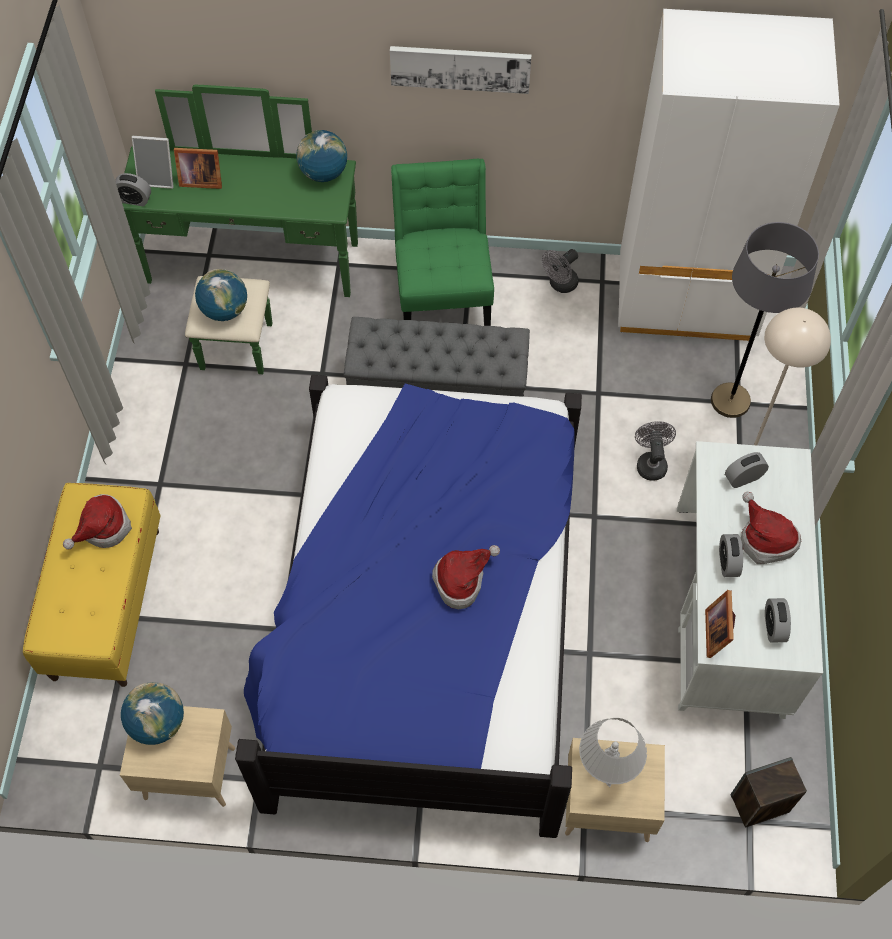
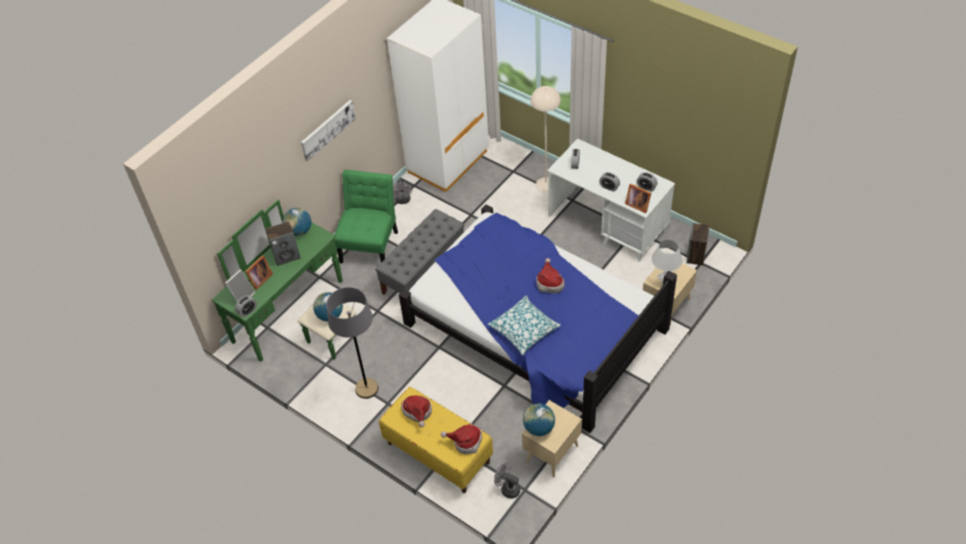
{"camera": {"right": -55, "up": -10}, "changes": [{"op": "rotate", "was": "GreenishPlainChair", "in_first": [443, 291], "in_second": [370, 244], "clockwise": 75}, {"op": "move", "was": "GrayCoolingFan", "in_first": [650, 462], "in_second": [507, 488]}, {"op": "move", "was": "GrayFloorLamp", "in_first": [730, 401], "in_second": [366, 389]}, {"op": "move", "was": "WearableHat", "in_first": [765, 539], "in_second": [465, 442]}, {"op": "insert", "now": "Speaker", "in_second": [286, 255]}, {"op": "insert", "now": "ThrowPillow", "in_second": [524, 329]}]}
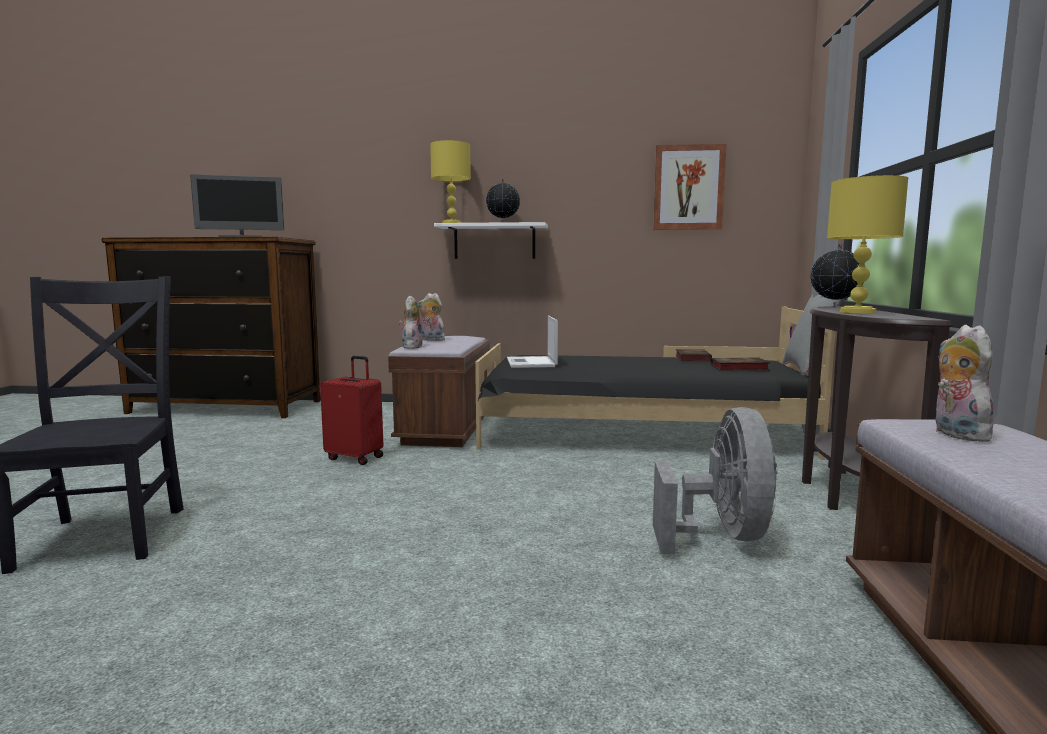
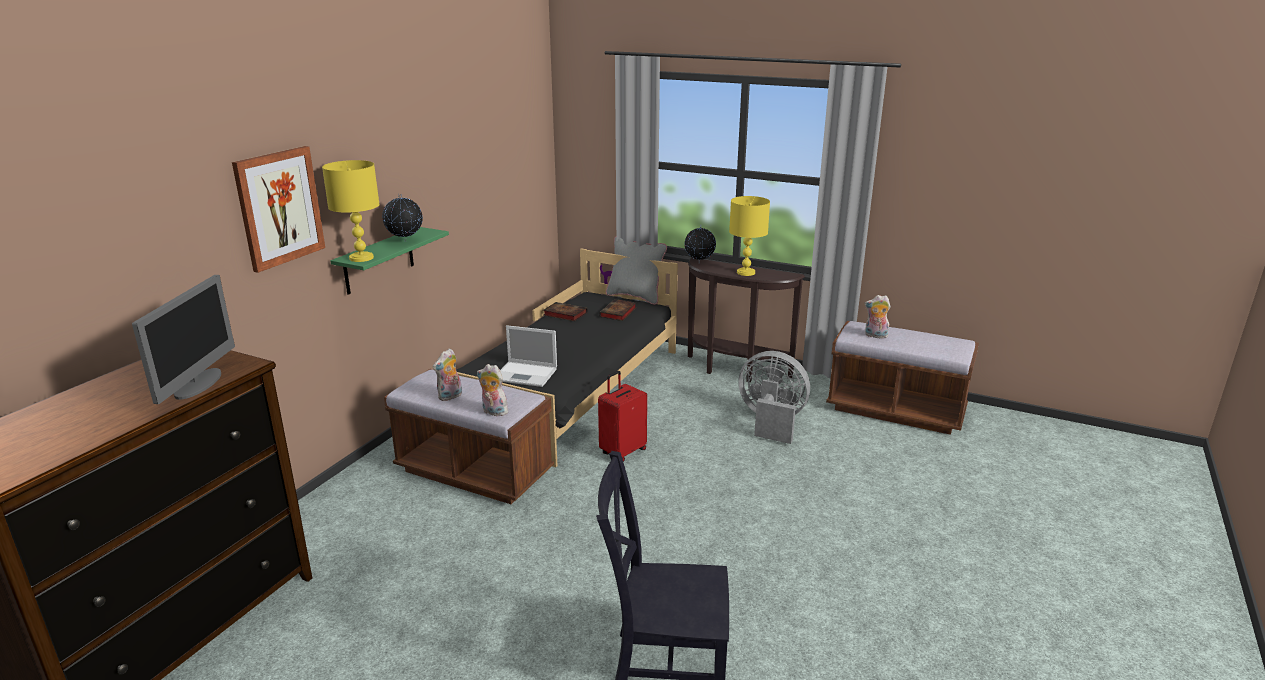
{"camera": {"right": -70, "up": 15}, "changes": [{"op": "move", "was": "RedColouredPieceOfLuggage", "in_first": [355, 458], "in_second": [622, 451]}, {"op": "recolor", "was": "WhiteBracketShelf", "now": "GreenishBracketShelf", "in_first": [494, 242], "in_second": [379, 260]}, {"op": "move", "was": "WallPicture", "in_first": [688, 188], "in_second": [279, 207]}]}
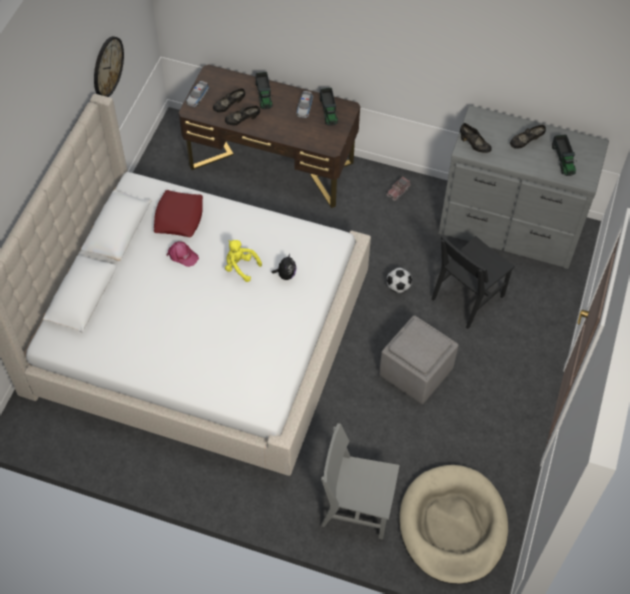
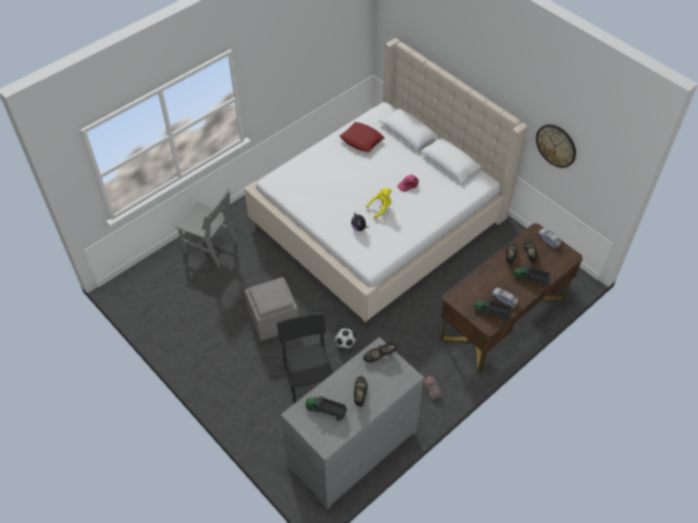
{"camera": {"right": 120, "up": -5}, "changes": [{"op": "move", "was": "RedColouredThrowPillow", "in_first": [179, 217], "in_second": [361, 140]}, {"op": "rotate", "was": "GrayPlainChair", "in_first": [357, 507], "in_second": [210, 247], "clockwise": 75}, {"op": "delete", "was": "BeigeColouredDogCushion", "in_first": [452, 526]}]}
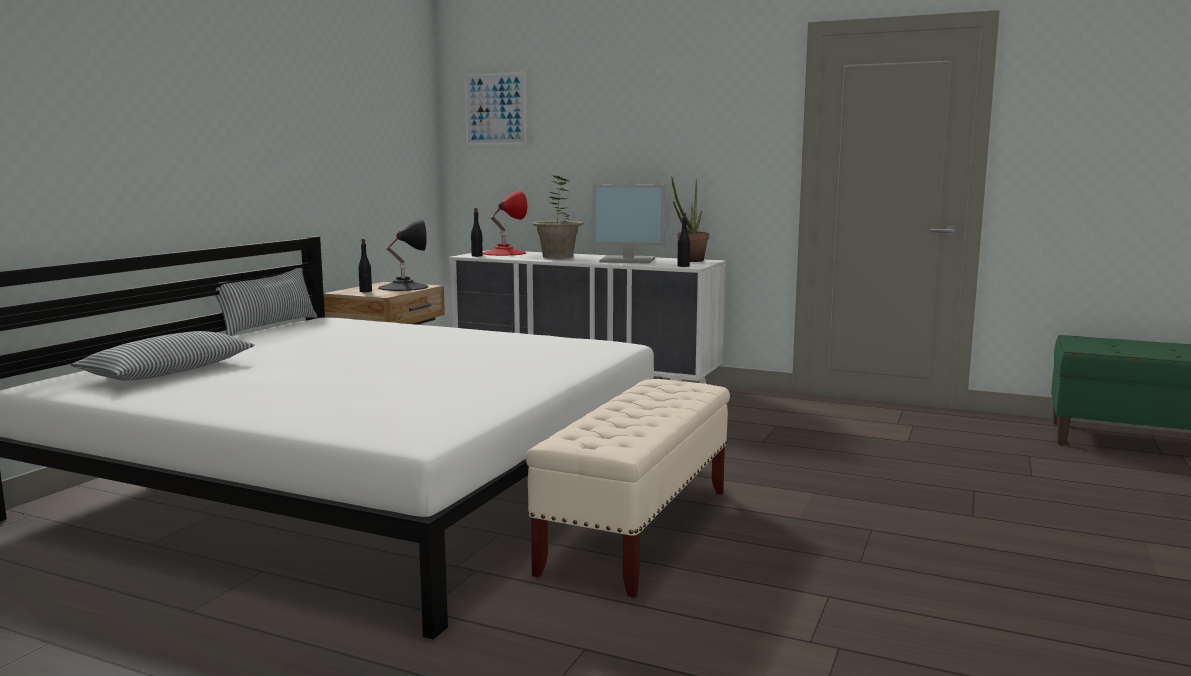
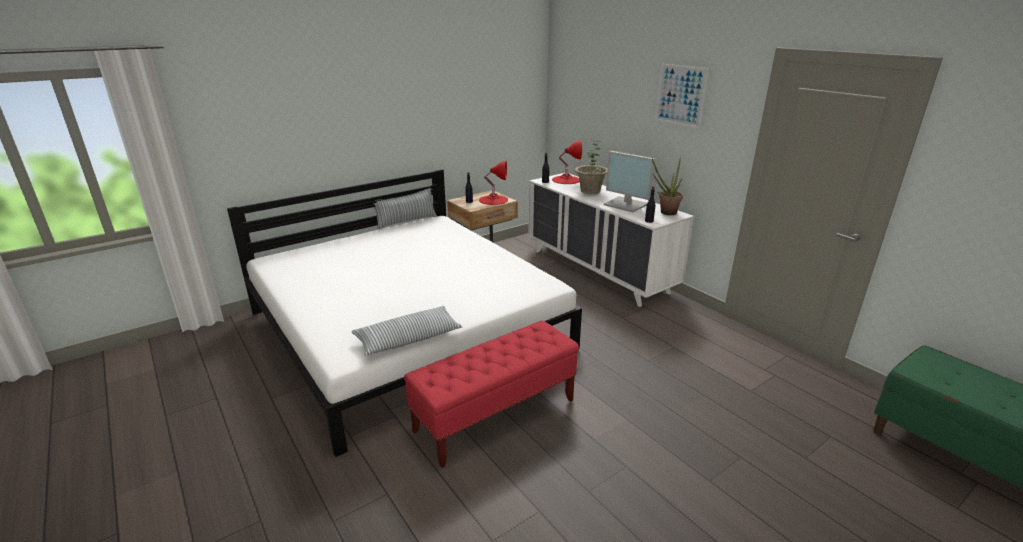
{"camera": {"right": 30, "up": 15}, "changes": [{"op": "move", "was": "ThrowPillow", "in_first": [169, 372], "in_second": [408, 338]}, {"op": "recolor", "was": "BlackishLampForATable", "now": "RedColouredLampForATable", "in_first": [403, 287], "in_second": [493, 200]}, {"op": "move", "was": "WallPicture", "in_first": [495, 109], "in_second": [680, 95]}, {"op": "recolor", "was": "BeigeColouredIndoorBench", "now": "RedColouredIndoorBench", "in_first": [638, 530], "in_second": [496, 415]}]}
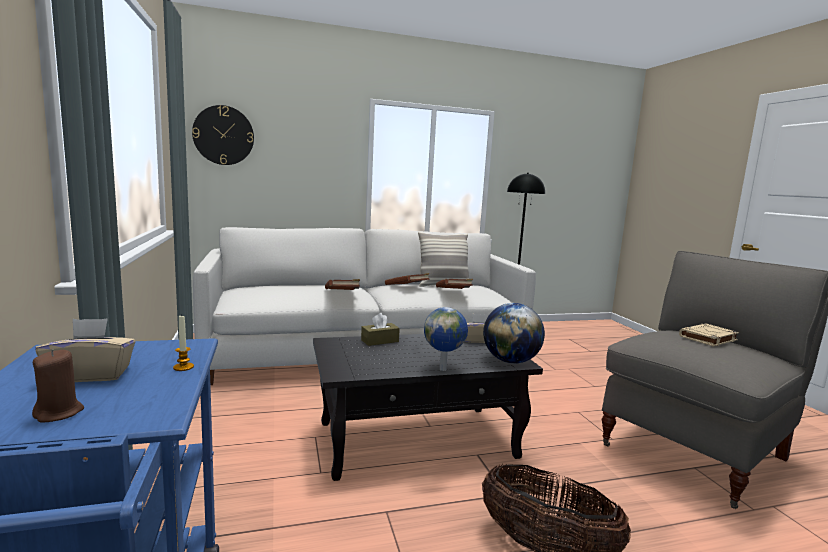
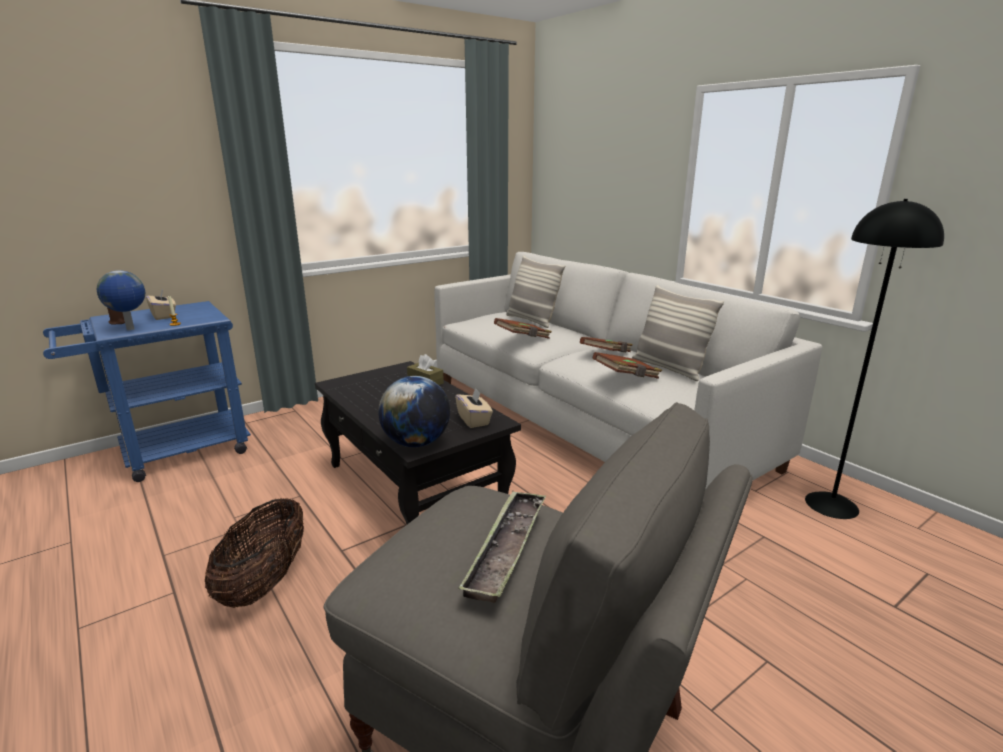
{"camera": {"right": 70, "up": 10}, "changes": [{"op": "delete", "was": "ClockOnTheWall", "in_first": [223, 135]}, {"op": "move", "was": "WorldGlobe", "in_first": [443, 369], "in_second": [130, 329]}, {"op": "replace", "was": "BeigeColouredVolume", "now": "CarryingTray", "in_first": [708, 338], "in_second": [506, 548]}, {"op": "insert", "now": "ThrowPillow", "in_second": [532, 320]}]}
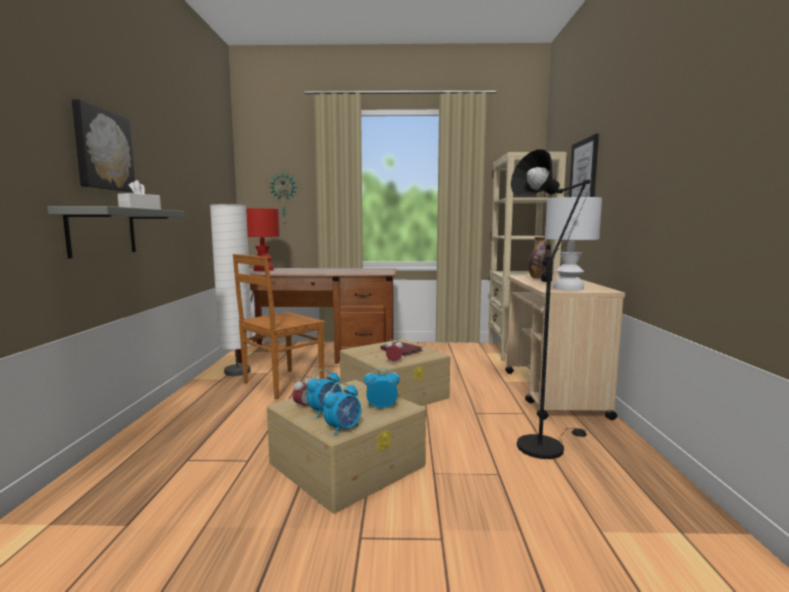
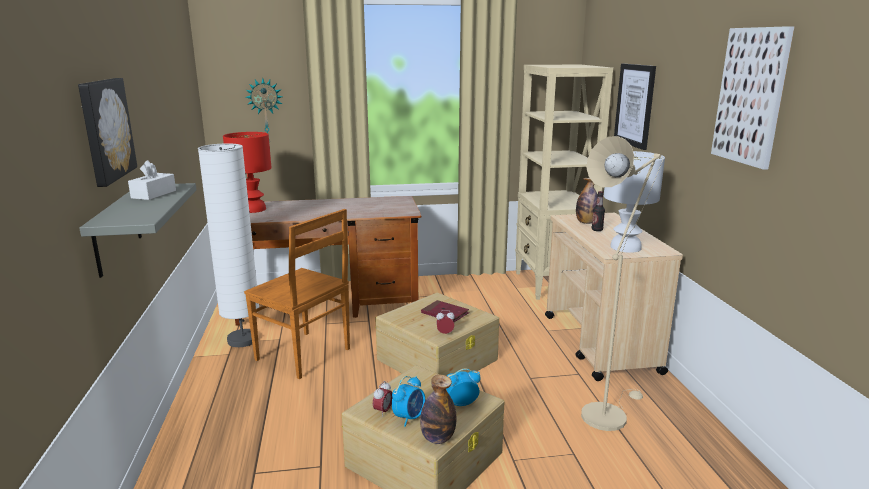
{"camera": {"right": -10, "up": 10}, "changes": [{"op": "rotate", "was": "BrownPlainChair", "in_first": [281, 384], "in_second": [305, 355], "clockwise": -90}, {"op": "replace", "was": "TableClock", "now": "Bottle", "in_first": [343, 428], "in_second": [437, 438]}, {"op": "recolor", "was": "BlackishFloorLamp", "now": "BeigeColouredFloorLamp", "in_first": [544, 444], "in_second": [607, 413]}, {"op": "insert", "now": "WallPicture", "in_second": [750, 96]}]}
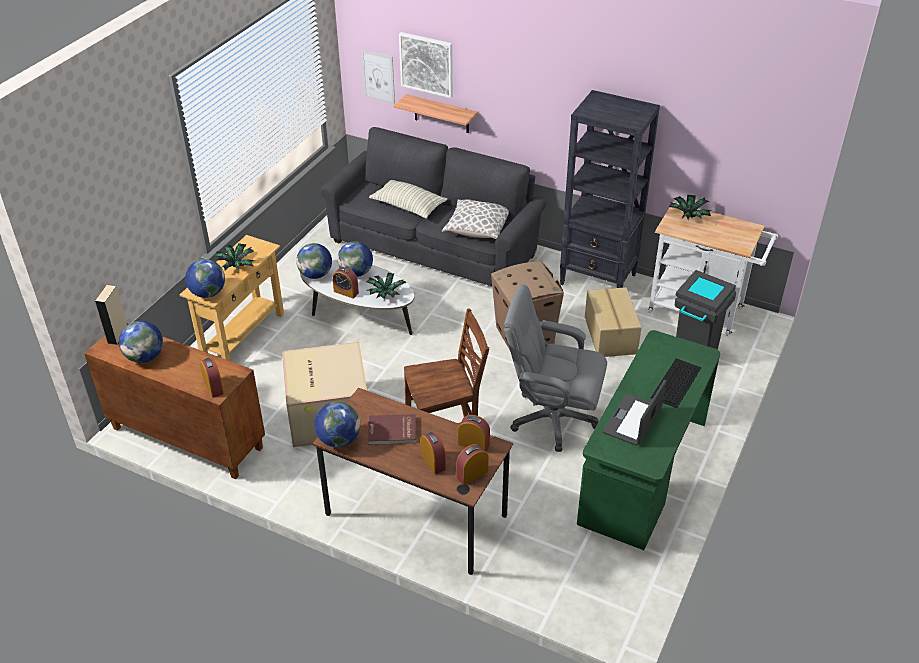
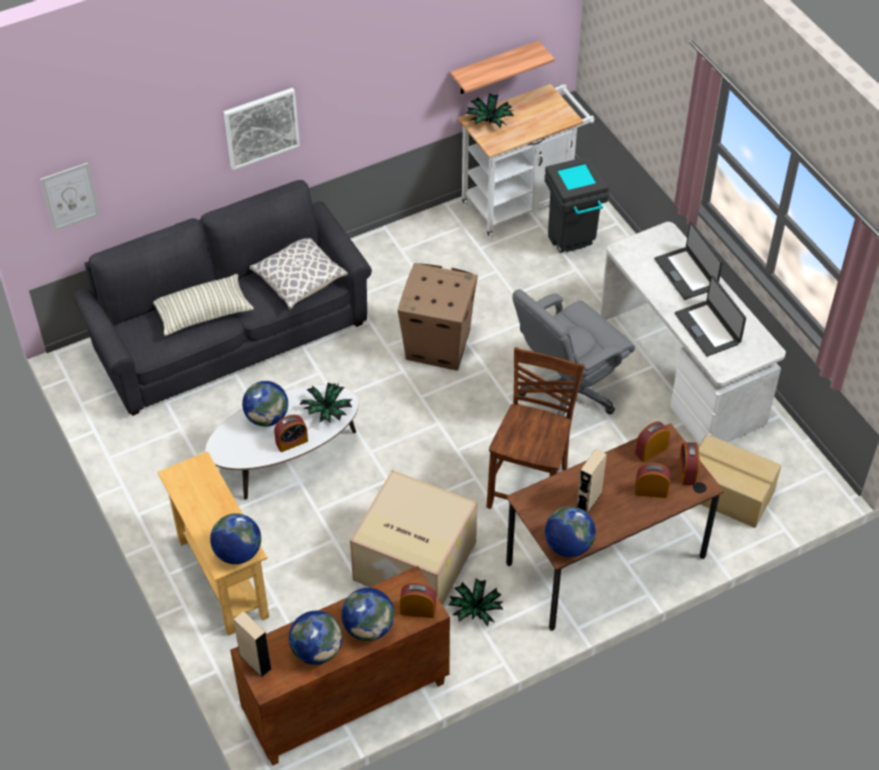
{"camera": {"right": -55, "up": 10}, "changes": [{"op": "move", "was": "PottedPlant", "in_first": [236, 265], "in_second": [475, 610]}, {"op": "move", "was": "WorldGlobe", "in_first": [316, 275], "in_second": [368, 627]}, {"op": "replace", "was": "RedColouredVolume", "now": "BeigeColouredSpeaker", "in_first": [392, 431], "in_second": [589, 500]}, {"op": "move", "was": "BracketShelf", "in_first": [441, 114], "in_second": [494, 68]}, {"op": "move", "was": "WallPicture", "in_first": [426, 64], "in_second": [261, 127]}, {"op": "delete", "was": "BlackishBookshelf", "in_first": [598, 280]}, {"op": "recolor", "was": "GreenishDeskUnit", "now": "WhiteDeskUnit", "in_first": [644, 471], "in_second": [681, 369]}, {"op": "move", "was": "PackingBox", "in_first": [609, 335], "in_second": [727, 494]}, {"op": "replace", "was": "ComputerKeyboard", "now": "NotebookComputer", "in_first": [676, 383], "in_second": [686, 273]}]}
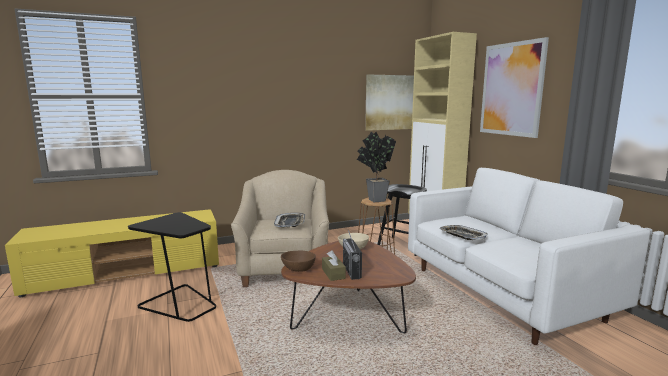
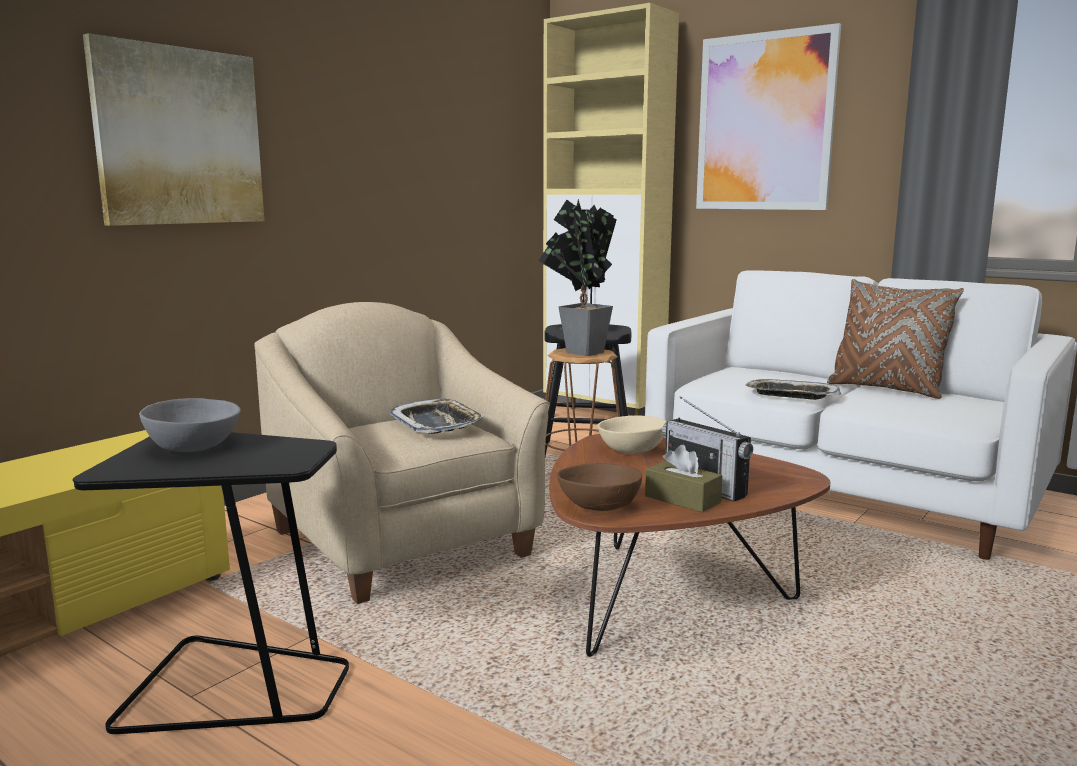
{"camera": {"right": -30, "up": 0}, "changes": [{"op": "move", "was": "WallPicture", "in_first": [389, 102], "in_second": [179, 137]}, {"op": "insert", "now": "GrayServingBowl", "in_second": [192, 446]}, {"op": "insert", "now": "BrownThrowPillow", "in_second": [886, 389]}]}
